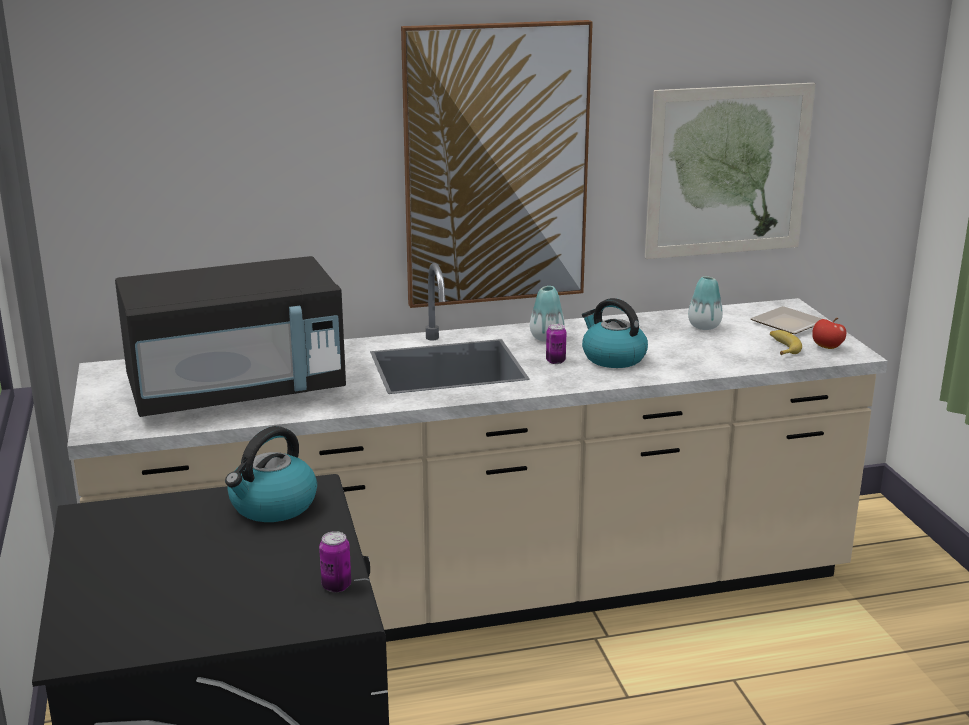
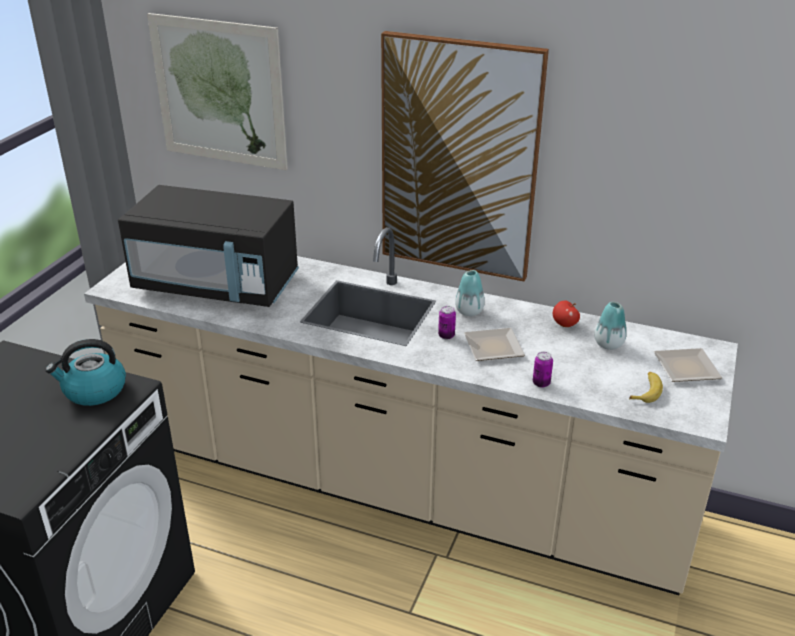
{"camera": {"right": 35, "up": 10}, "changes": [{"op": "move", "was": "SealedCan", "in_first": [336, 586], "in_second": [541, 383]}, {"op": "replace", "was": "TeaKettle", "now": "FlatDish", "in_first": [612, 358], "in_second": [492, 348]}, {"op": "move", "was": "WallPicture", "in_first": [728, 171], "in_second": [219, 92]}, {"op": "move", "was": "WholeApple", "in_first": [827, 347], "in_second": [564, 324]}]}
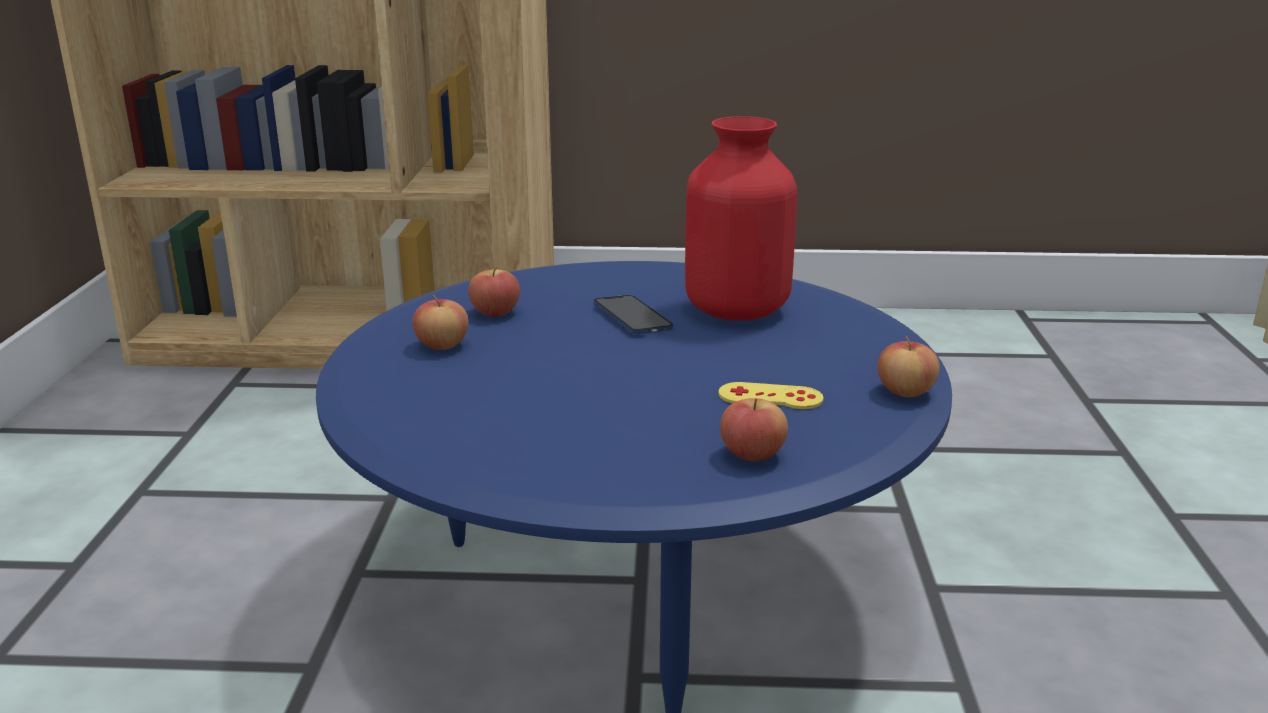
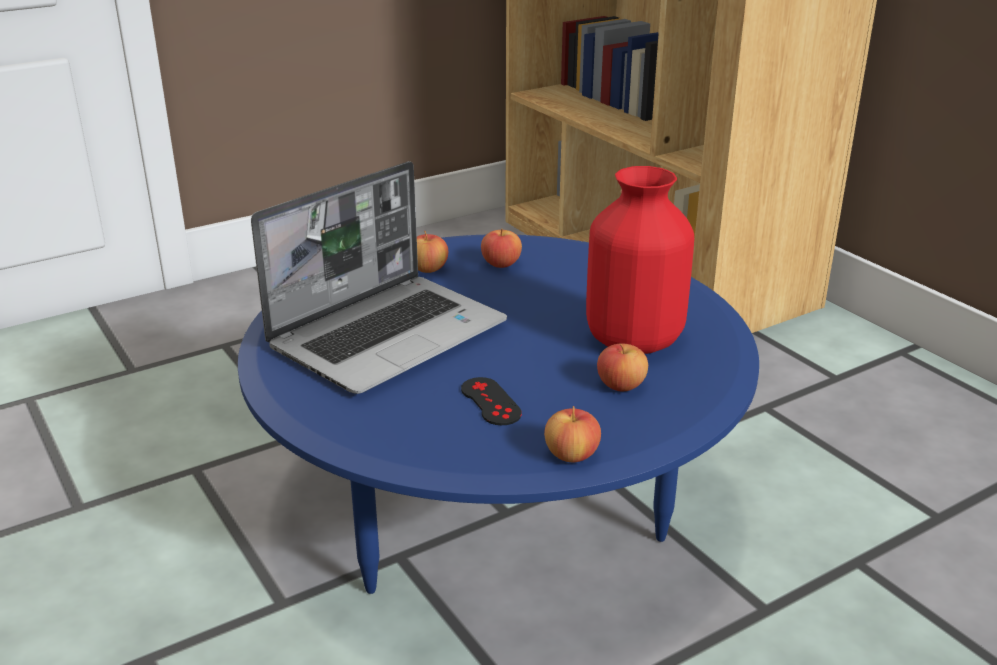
{"camera": {"right": 55, "up": 5}, "changes": [{"op": "delete", "was": "Phone", "in_first": [632, 317]}, {"op": "recolor", "was": "YellowColouredGamepad", "now": "BlackishGamepad", "in_first": [770, 397], "in_second": [490, 401]}, {"op": "move", "was": "WholeApple", "in_first": [752, 454], "in_second": [621, 385]}, {"op": "insert", "now": "NotebookComputer", "in_second": [389, 335]}]}
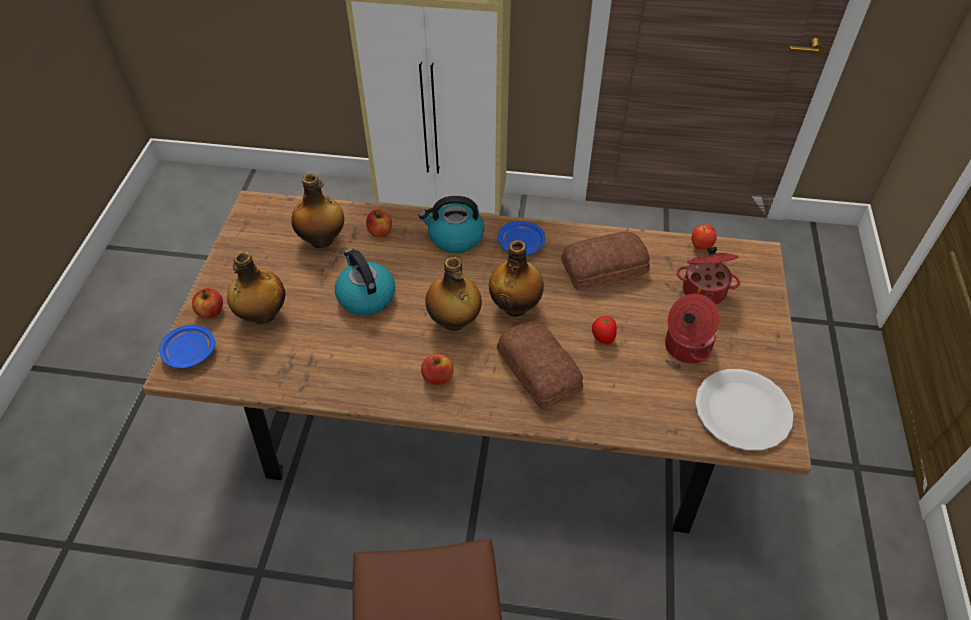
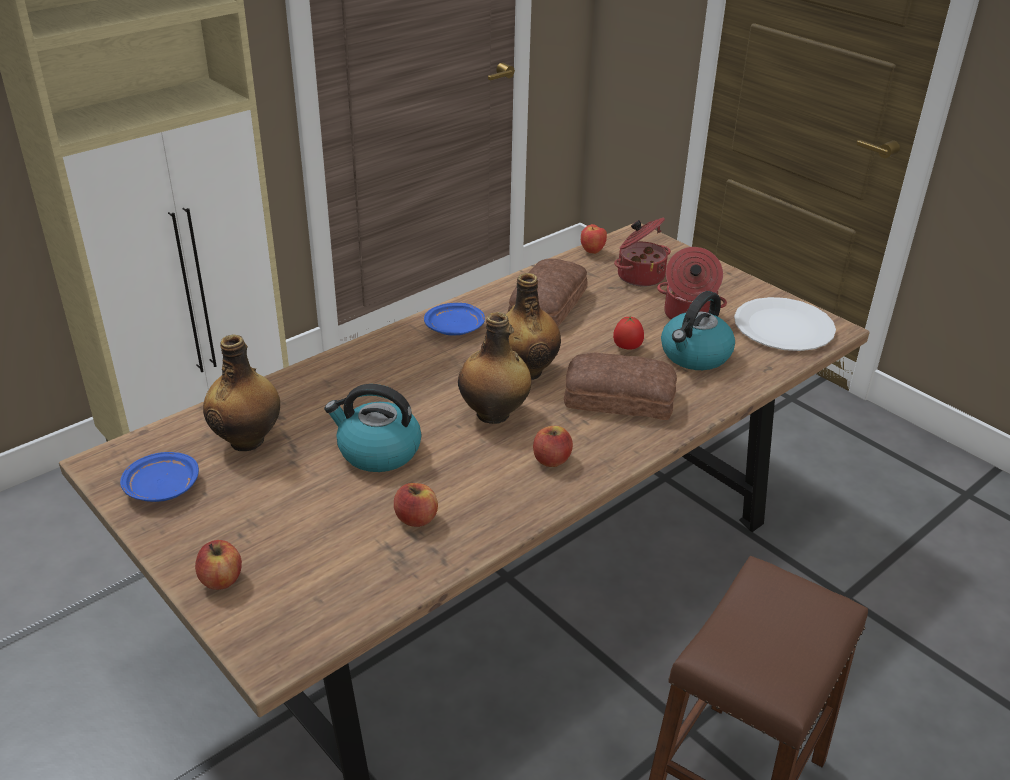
{"camera": {"right": -50, "up": -15}, "changes": [{"op": "move", "was": "BlueFlatDish", "in_first": [189, 352], "in_second": [161, 488]}, {"op": "delete", "was": "Bottle", "in_first": [262, 315]}, {"op": "move", "was": "WholeApple", "in_first": [380, 232], "in_second": [416, 518]}, {"op": "move", "was": "TeaKettle", "in_first": [455, 237], "in_second": [695, 355]}]}
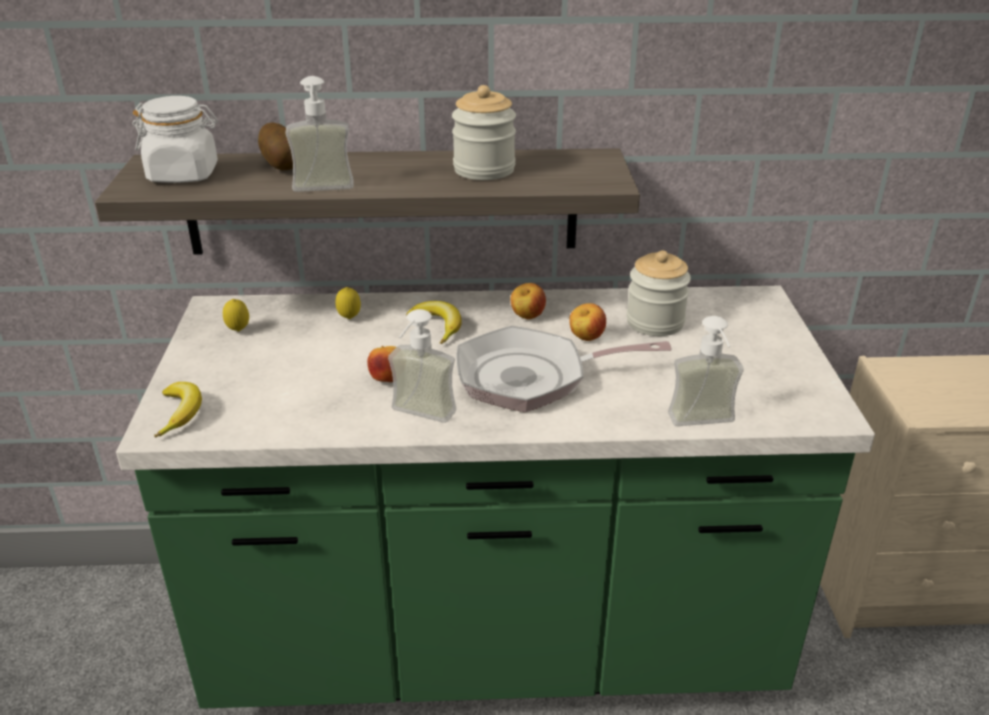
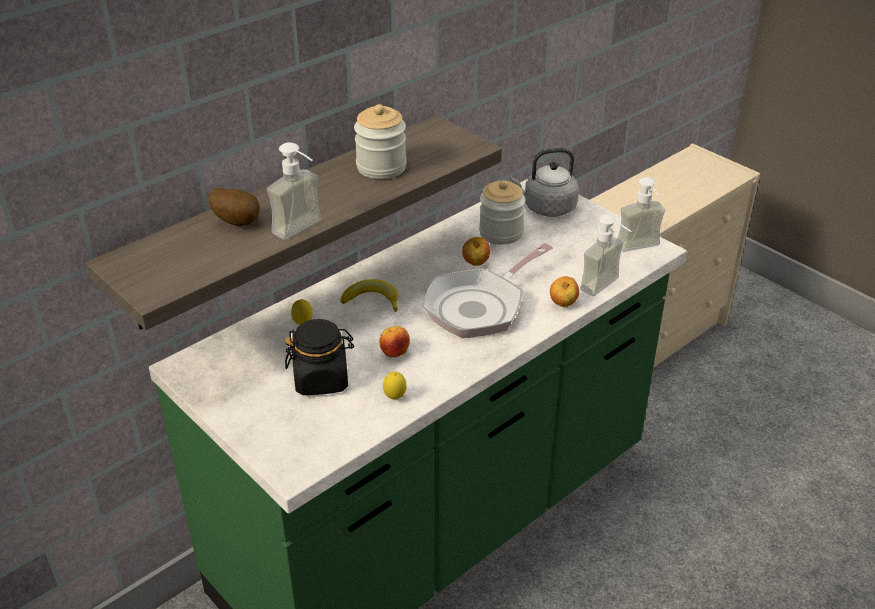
{"camera": {"right": -40, "up": 5}, "changes": [{"op": "delete", "was": "WhitePreserveJar", "in_first": [184, 174]}, {"op": "delete", "was": "WholeBanana", "in_first": [181, 413]}, {"op": "move", "was": "CitrusFruit", "in_first": [238, 331], "in_second": [395, 398]}, {"op": "move", "was": "LiquidSoapBottle", "in_first": [418, 417], "in_second": [641, 249]}, {"op": "move", "was": "WholeApple", "in_first": [527, 317], "in_second": [563, 304]}, {"op": "insert", "now": "BlackishPreserveJar", "in_second": [321, 379]}, {"op": "insert", "now": "GrayTeaKettle", "in_second": [546, 208]}]}
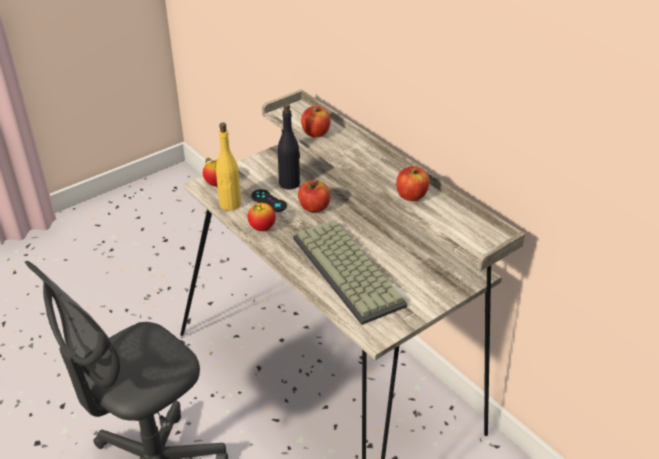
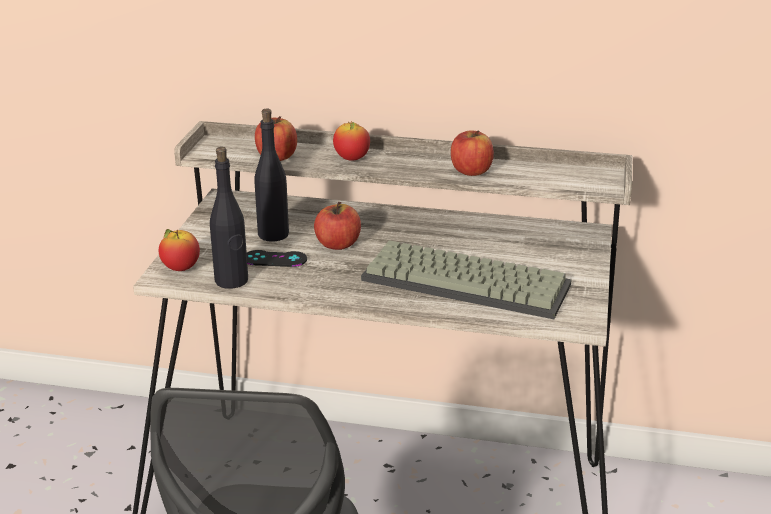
{"camera": {"right": -40, "up": -10}, "changes": [{"op": "recolor", "was": "YellowColouredBottle", "now": "BlackishBottle", "in_first": [230, 204], "in_second": [232, 281]}, {"op": "move", "was": "WholeApple", "in_first": [262, 228], "in_second": [351, 159]}]}
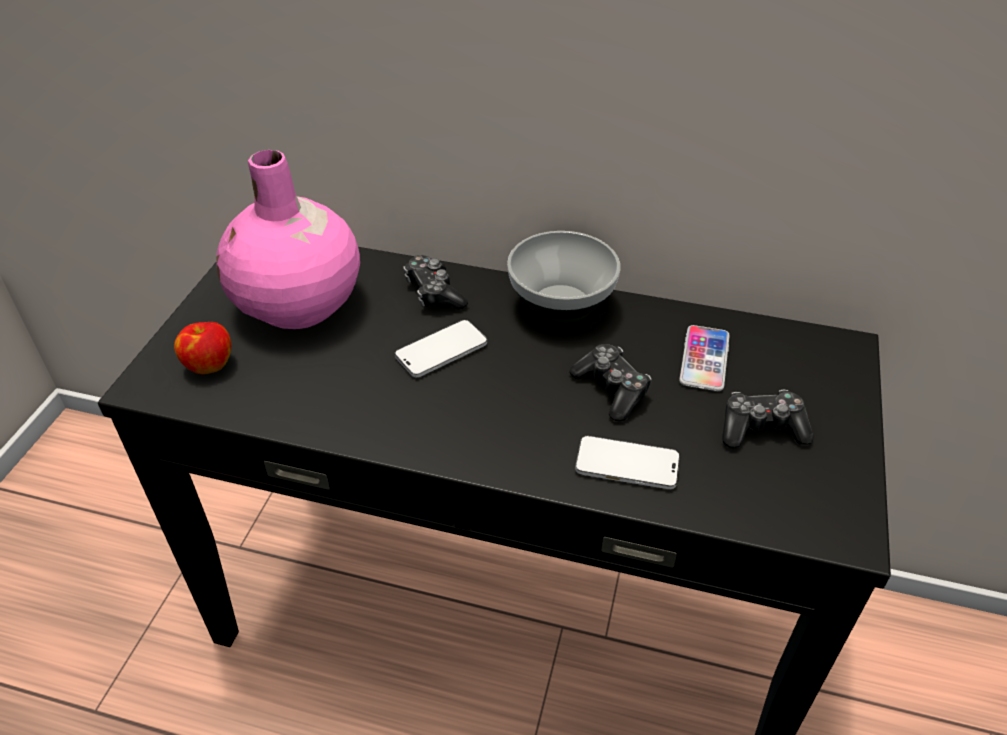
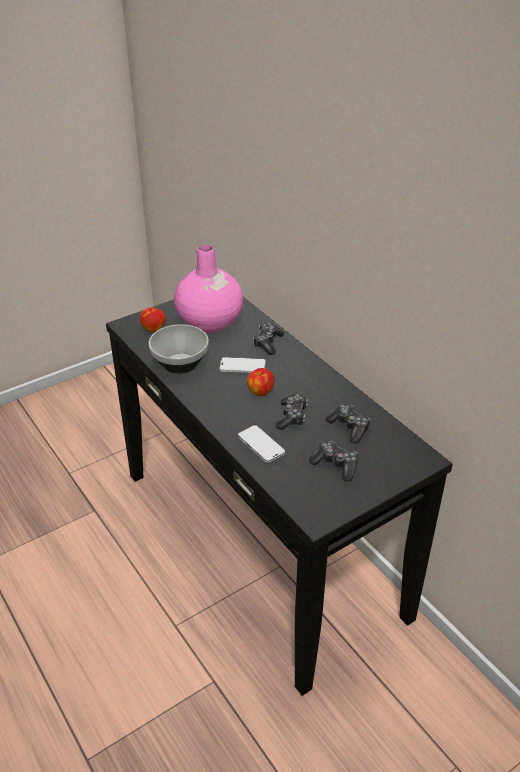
{"camera": {"right": 40, "up": -5}, "changes": [{"op": "move", "was": "ServingBowl", "in_first": [560, 304], "in_second": [181, 363]}, {"op": "replace", "was": "Phone", "now": "Gamepad", "in_first": [704, 359], "in_second": [349, 427]}, {"op": "insert", "now": "WholeApple", "in_second": [260, 392]}]}
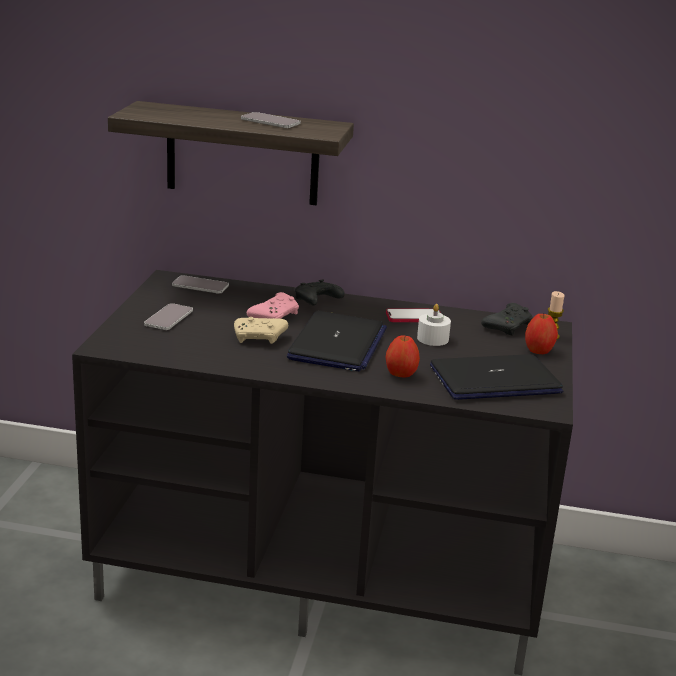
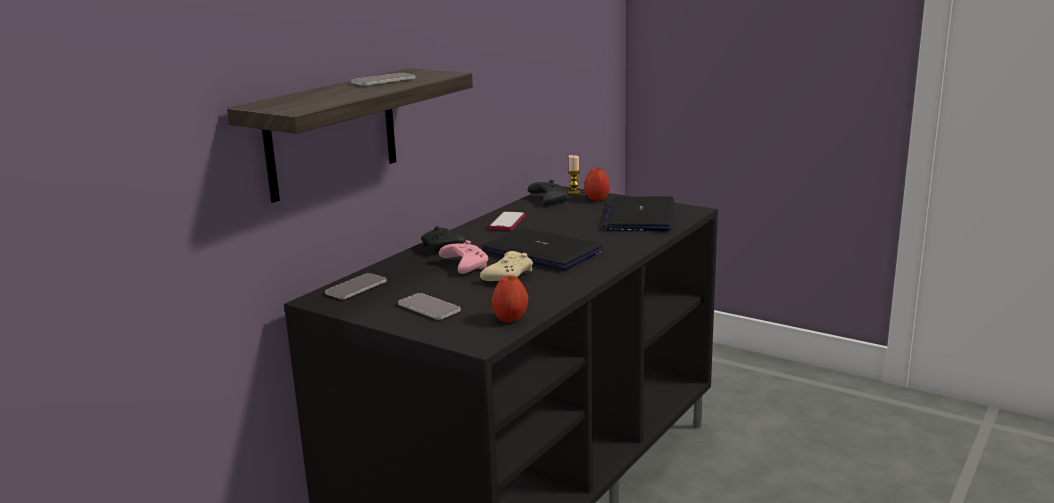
{"camera": {"right": -65, "up": -5}, "changes": [{"op": "move", "was": "WholeApple", "in_first": [400, 375], "in_second": [510, 319]}, {"op": "delete", "was": "WhiteCandle", "in_first": [432, 339]}]}
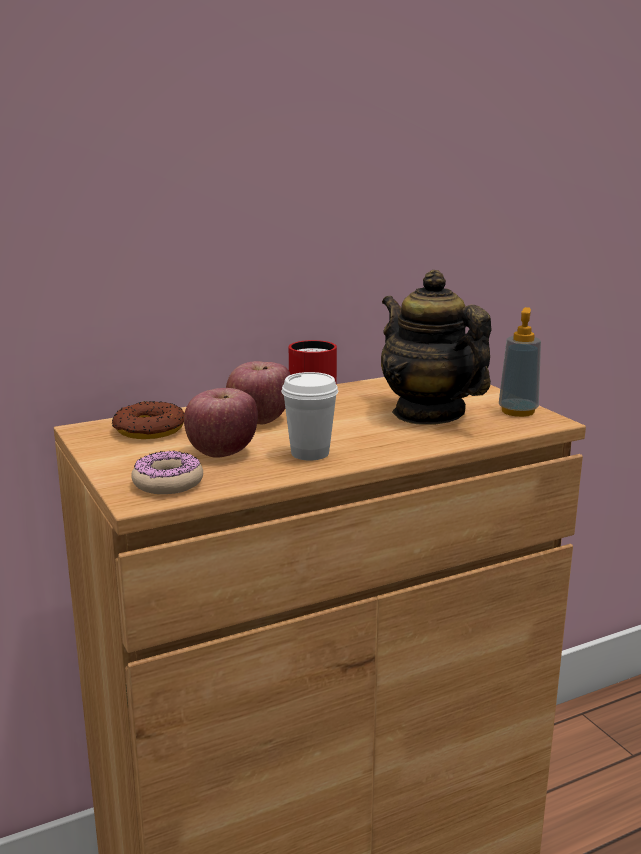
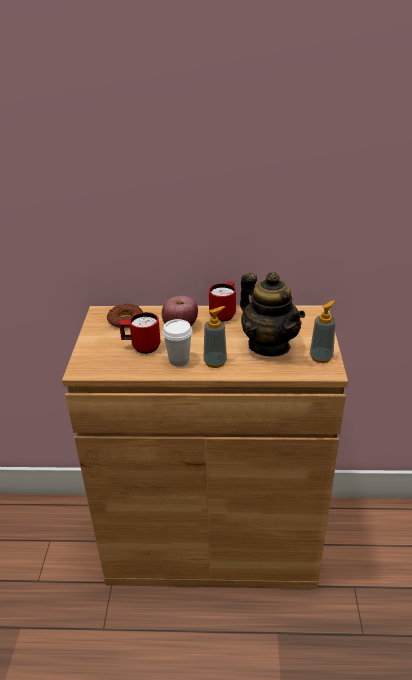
{"camera": {"right": 30, "up": 15}, "changes": [{"op": "delete", "was": "Donut", "in_first": [168, 483]}, {"op": "replace", "was": "WholeApple", "now": "RedColouredCoffeeMug", "in_first": [222, 452], "in_second": [141, 347]}, {"op": "rotate", "was": "PotForTea", "in_first": [428, 414], "in_second": [269, 345], "clockwise": 150}, {"op": "insert", "now": "LiquidSoapBottle", "in_second": [215, 362]}]}
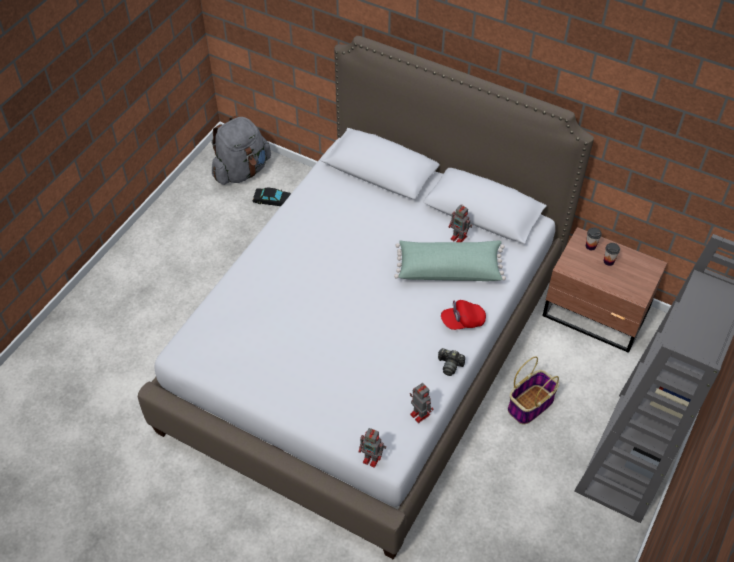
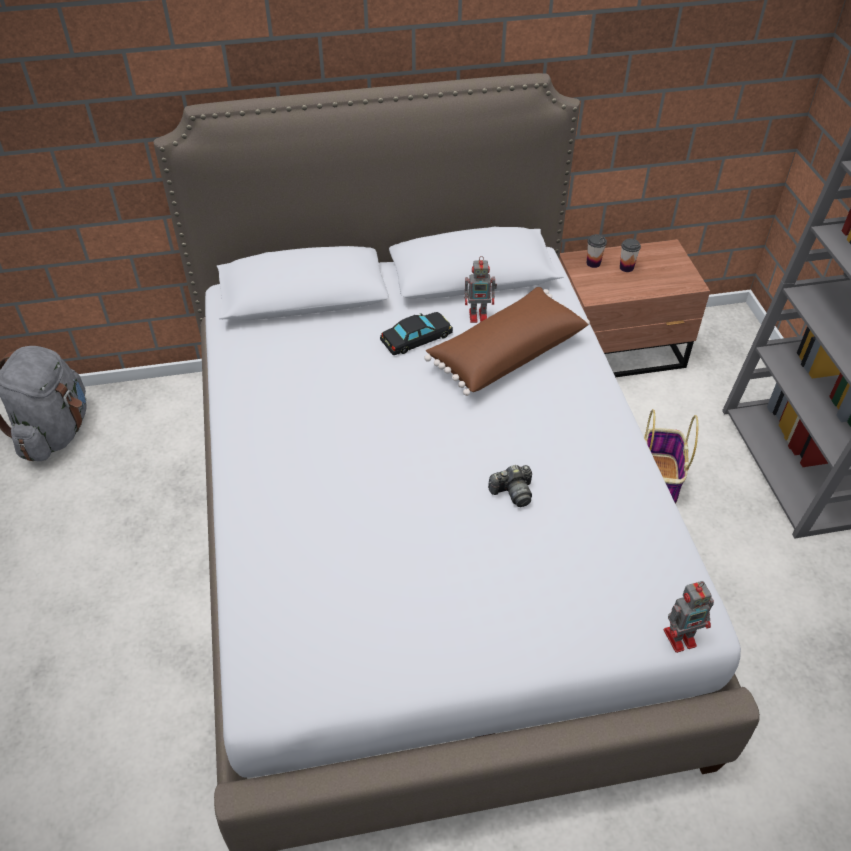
{"camera": {"right": -40, "up": -5}, "changes": [{"op": "move", "was": "BlackishToyCar", "in_first": [273, 200], "in_second": [417, 337]}, {"op": "recolor", "was": "GreenishThrowPillow", "now": "BrownThrowPillow", "in_first": [449, 268], "in_second": [505, 353]}, {"op": "delete", "was": "RobotFigure", "in_first": [419, 413]}, {"op": "move", "was": "PhotoCamera", "in_first": [450, 365], "in_second": [512, 492]}, {"op": "delete", "was": "RedColouredPeakedCap", "in_first": [462, 321]}]}
